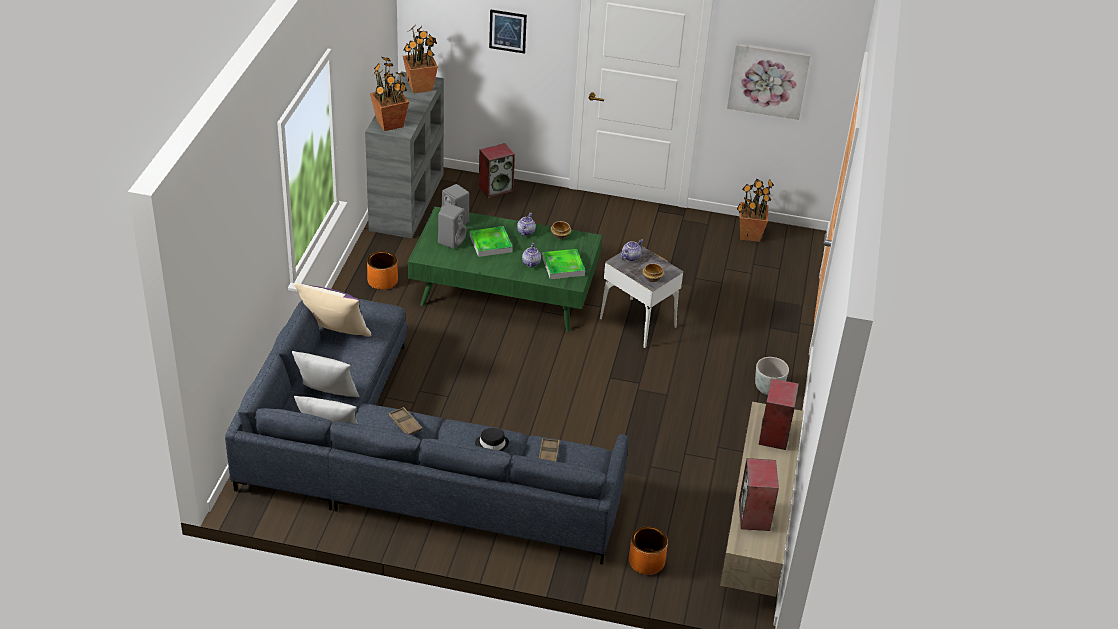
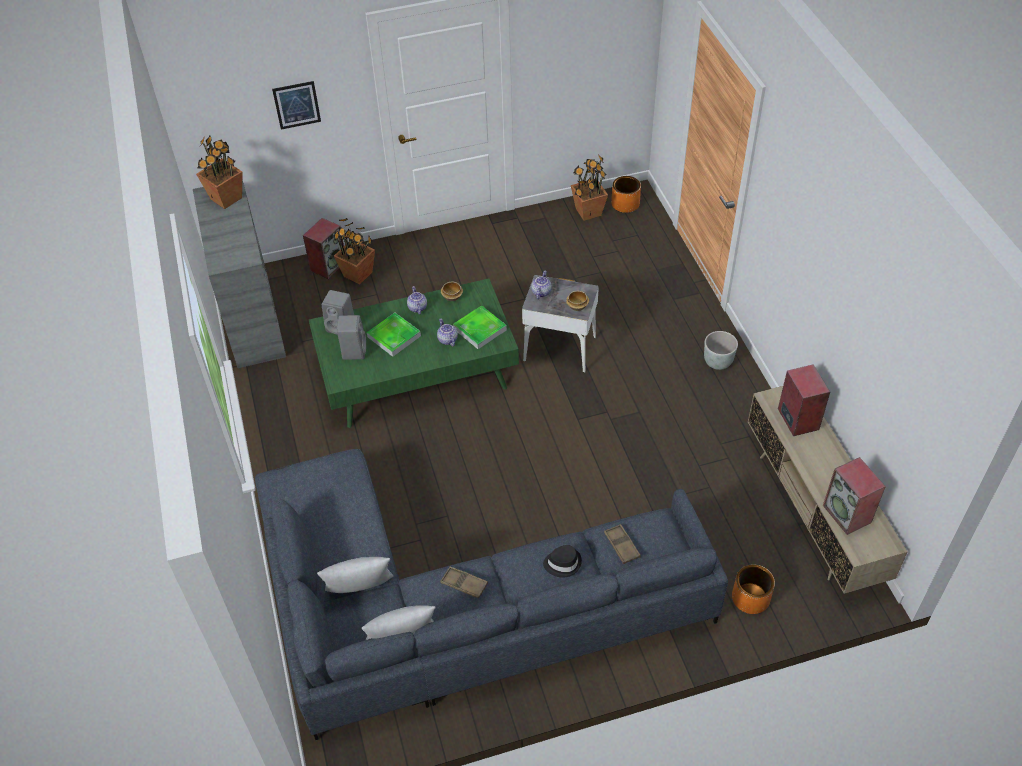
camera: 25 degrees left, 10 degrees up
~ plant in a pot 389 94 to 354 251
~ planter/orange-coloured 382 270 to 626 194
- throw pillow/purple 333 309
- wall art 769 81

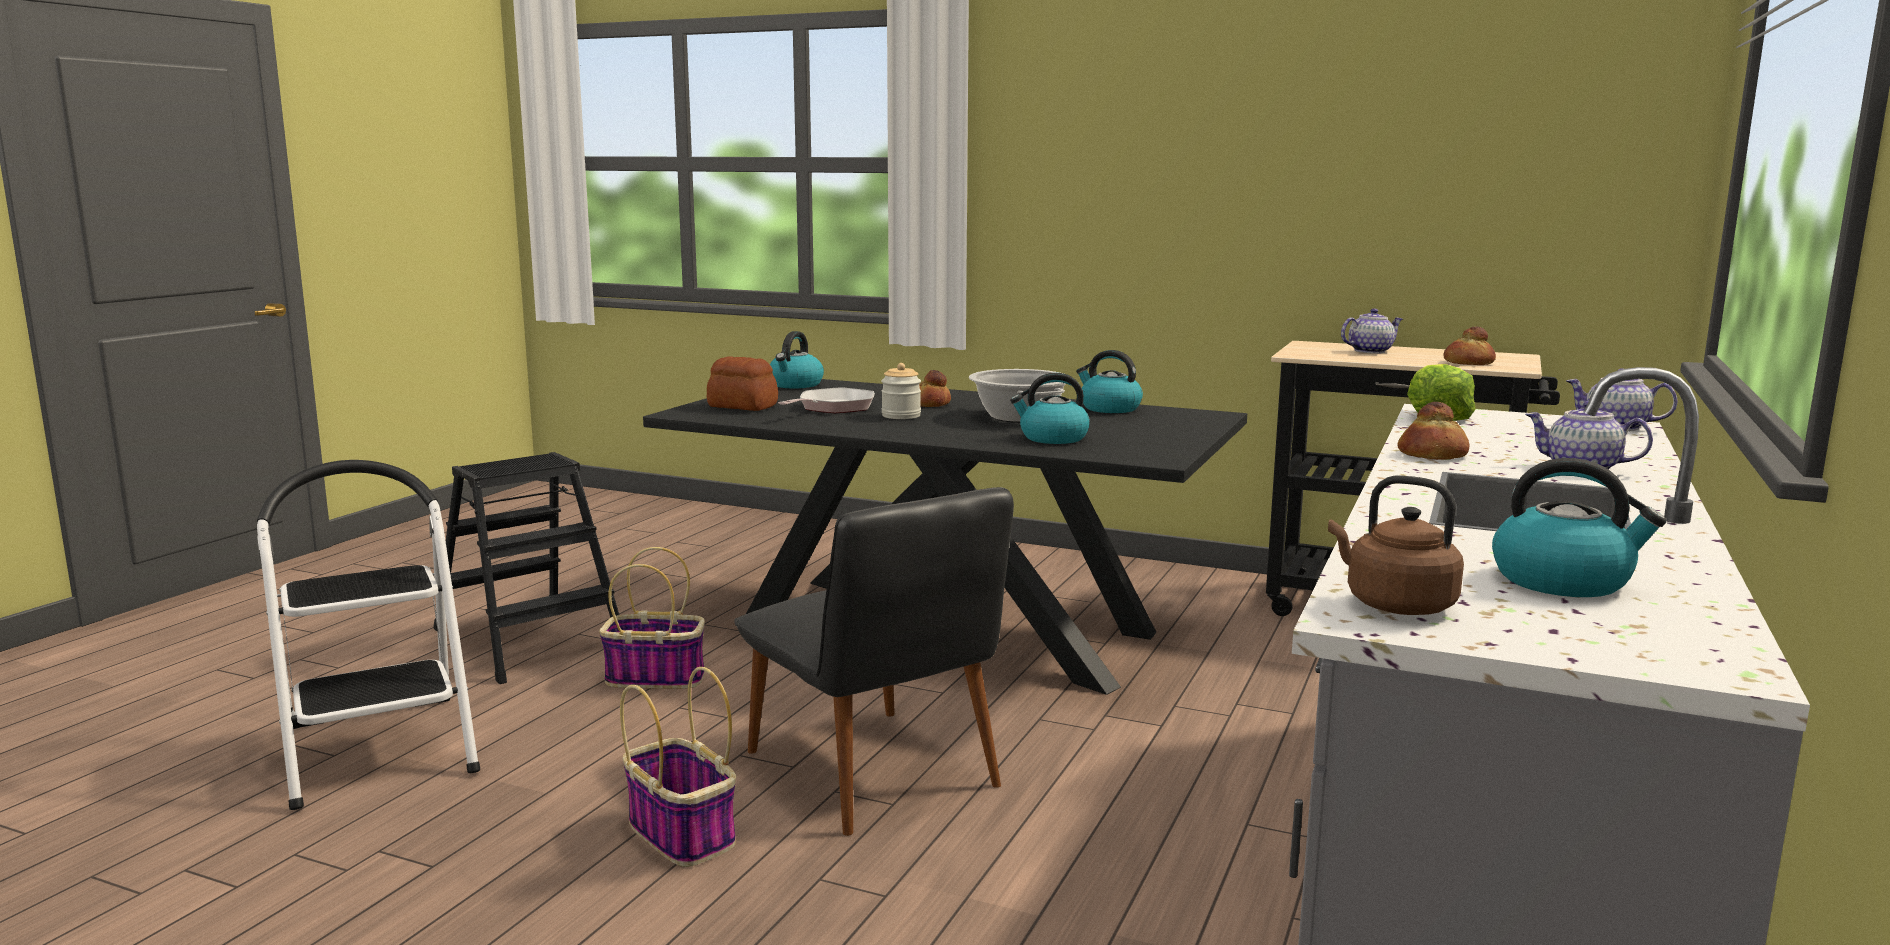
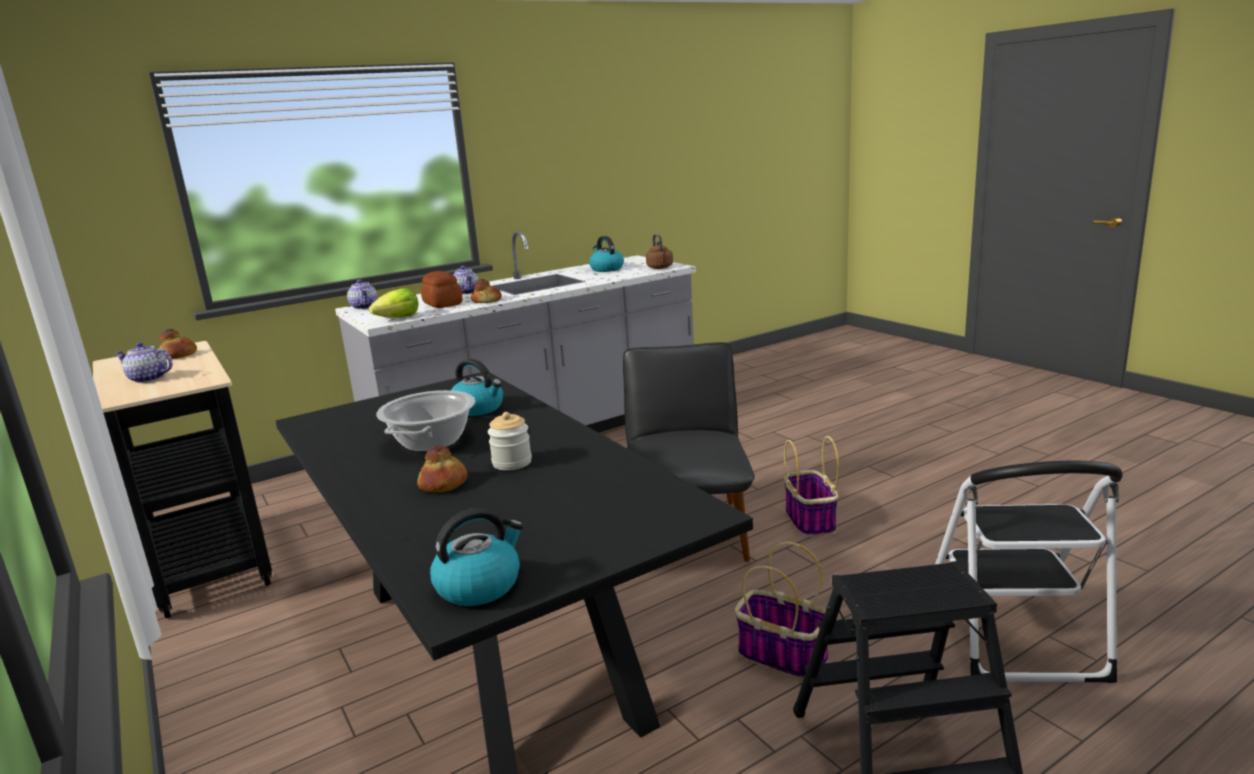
camera: 145 degrees left, 5 degrees up
~ bread 742 383 to 442 289
- pan 826 400
- tea kettle 1109 381

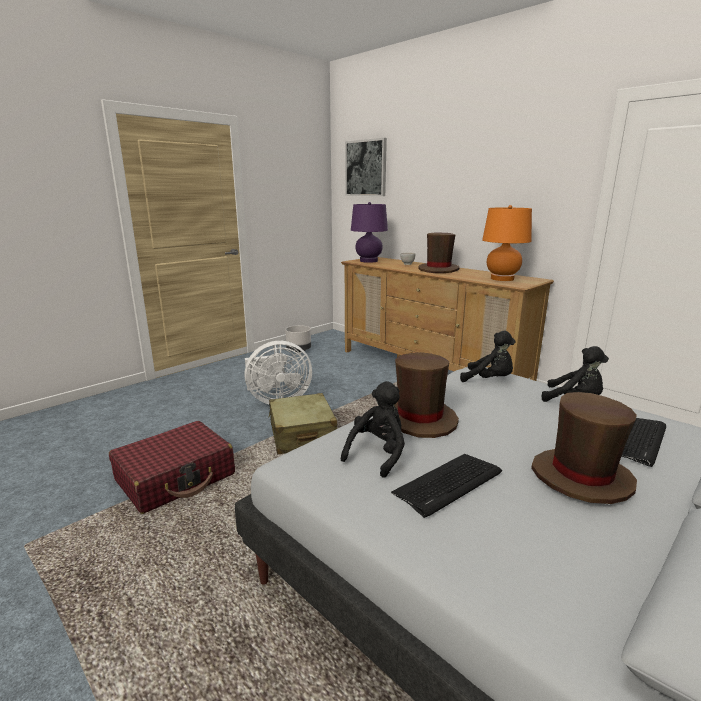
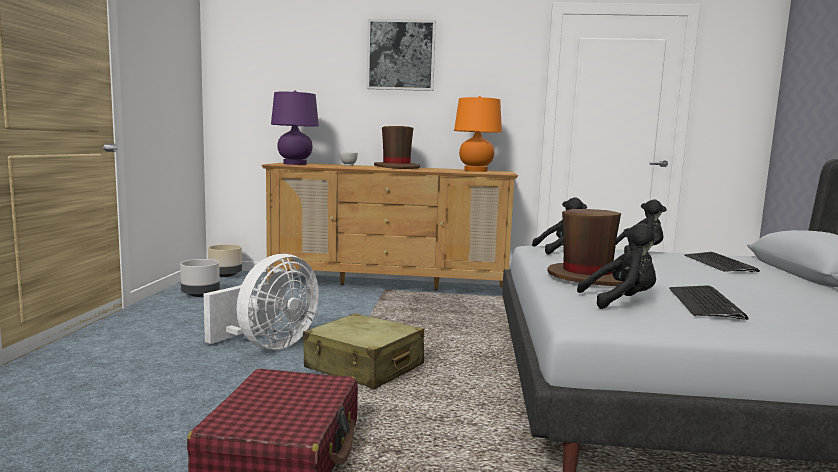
camera: 40 degrees left, 10 degrees down
+ planter/beige-coloured 225 260
~ wall art 366 167 to 401 55
~ soft toy/black 373 429 = 619 266 90 degrees clockwise
- clothing hat/brown 584 448

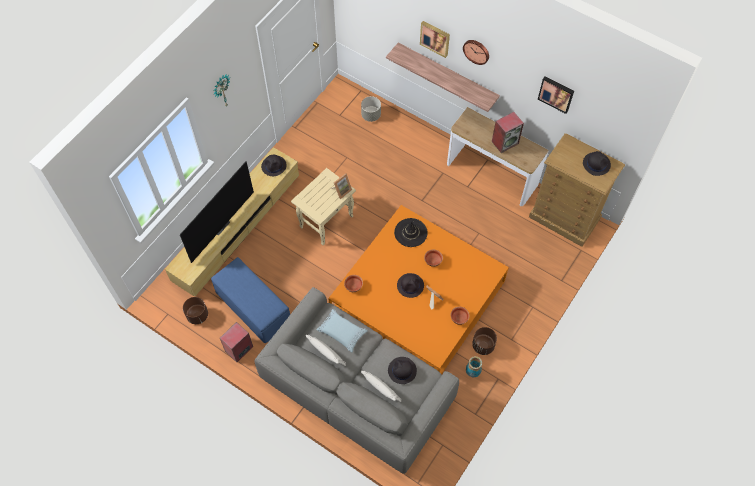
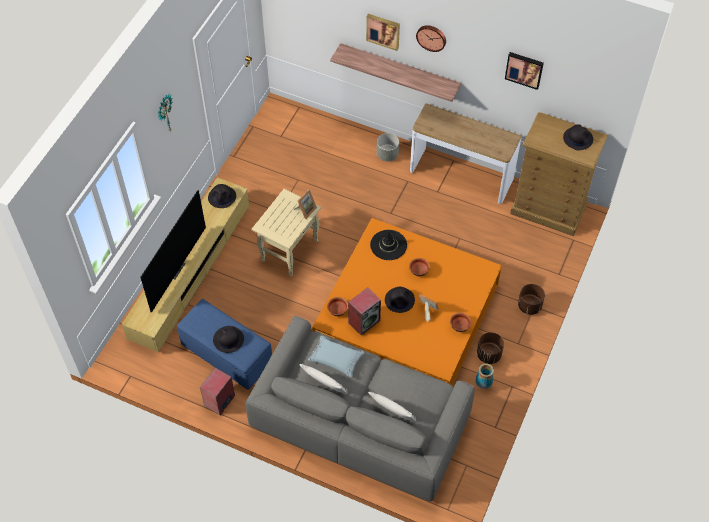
camera: 10 degrees left, 5 degrees down
~ clothing hat/black 402 370 to 228 339
~ loudspeaker 508 132 to 364 311
~ planter/gray 371 109 to 387 147
~ planter/brown 195 310 to 531 299

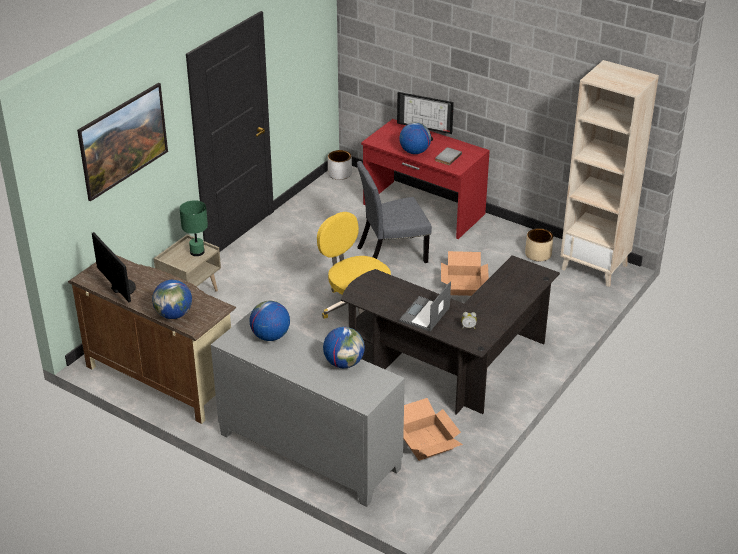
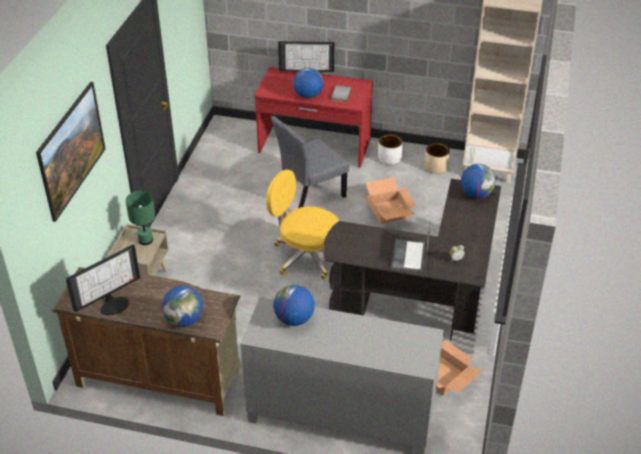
camera: 20 degrees left, 5 degrees up
~ monitor 114 267 = 103 279 105 degrees clockwise
~ planter/white-coloured 340 165 to 390 149
~ desk globe 344 347 to 478 181

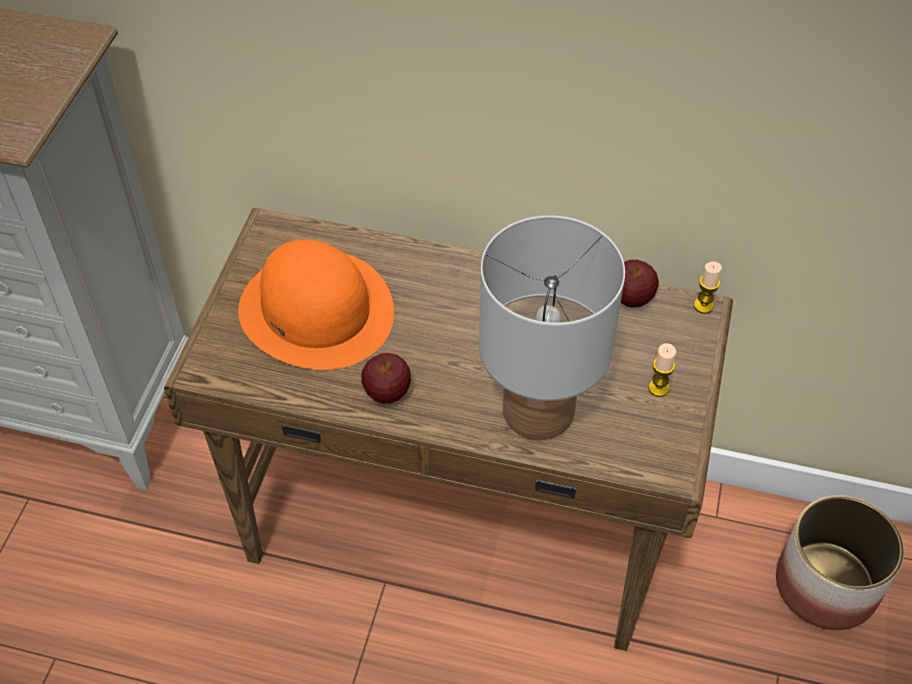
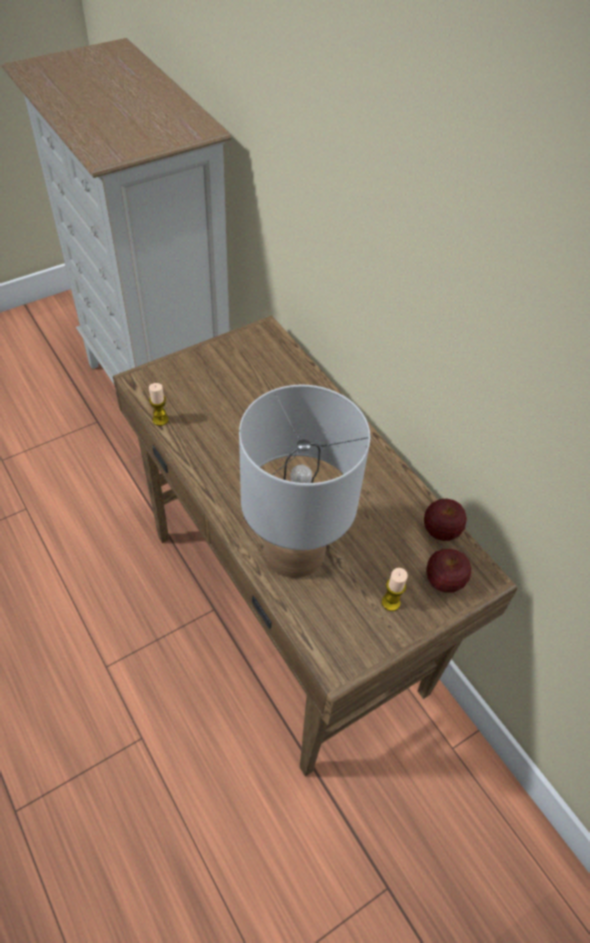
camera: 40 degrees right, 0 degrees up
~ wax light 708 288 to 159 404
~ apple fruit 386 378 to 449 571
- clothing hat/orange-coloured 316 305
- planter 840 562

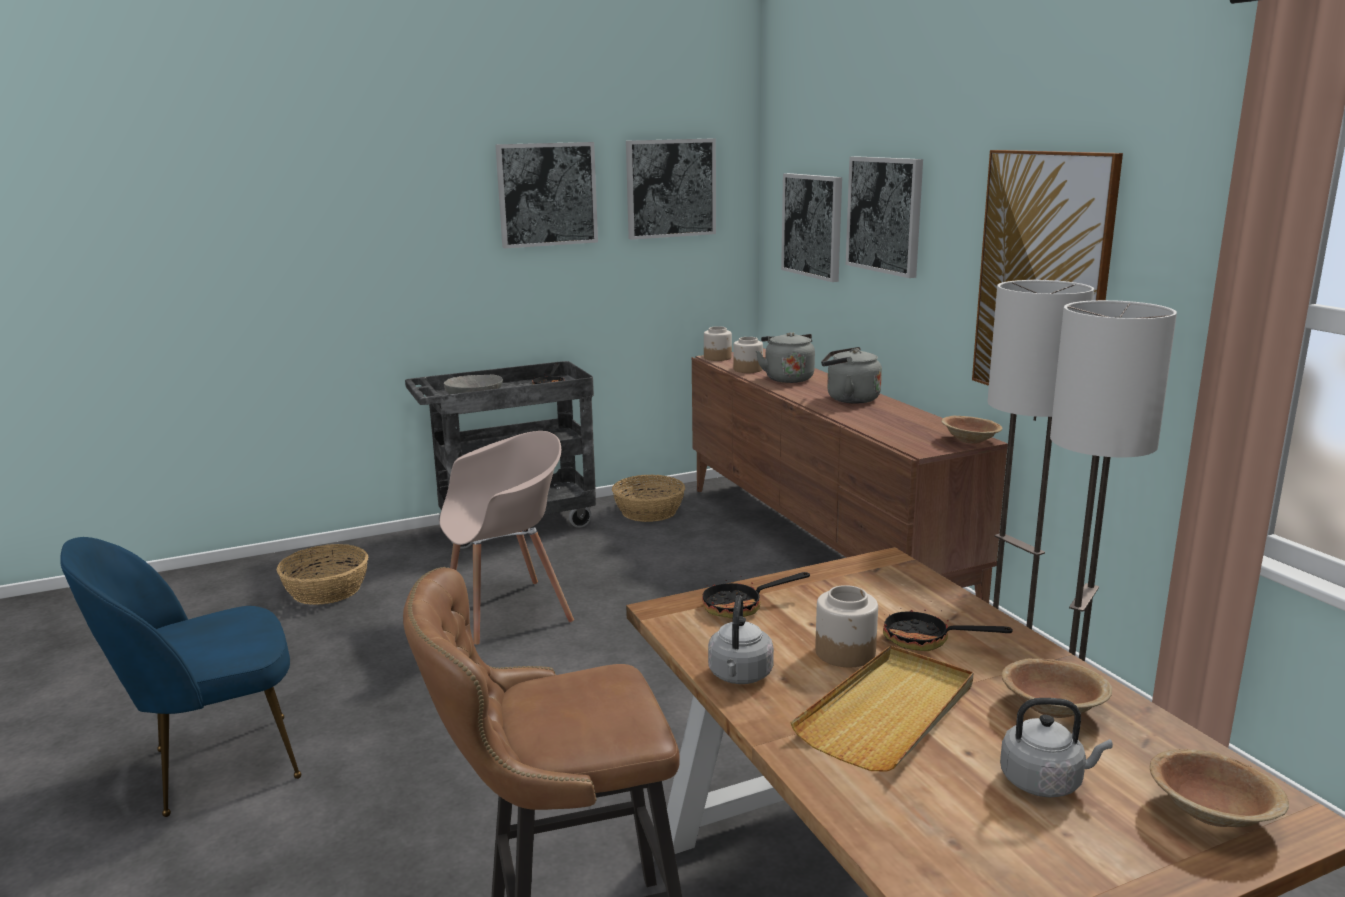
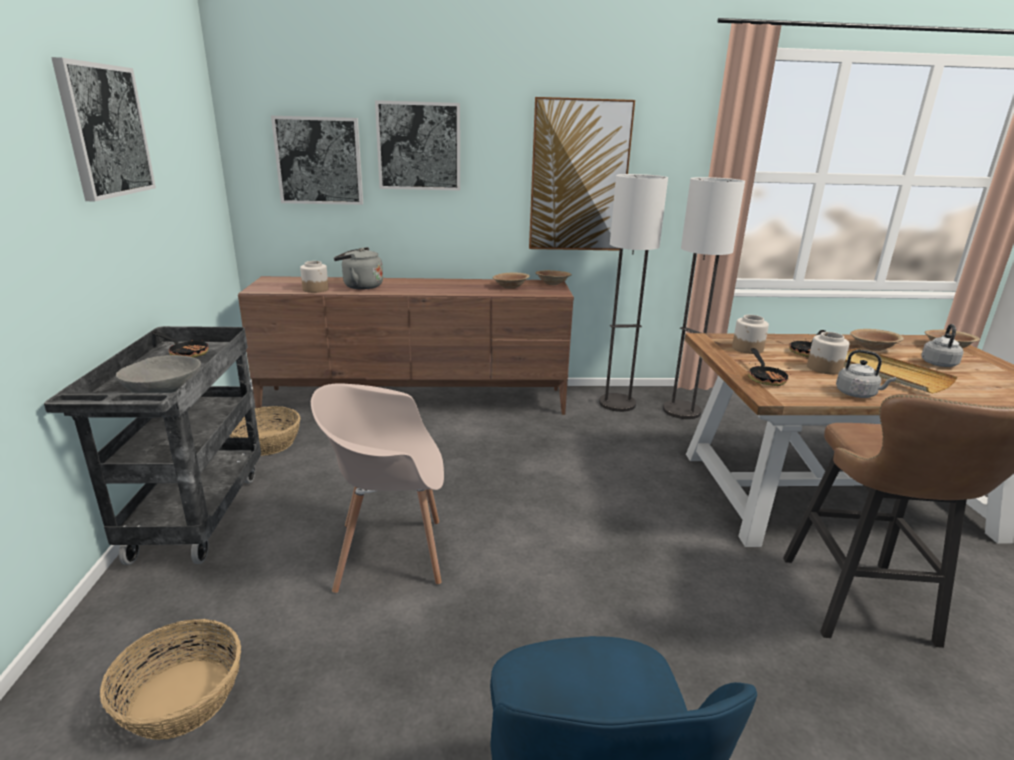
camera: 70 degrees left, 5 degrees up
~ upright chair/beige-coloured 507 538 = 377 488 90 degrees counterclockwise
+ deep dish/brown 511 280
~ preserve jar 718 343 to 750 334
- wall art 671 189
- tea kettle/gray 851 375

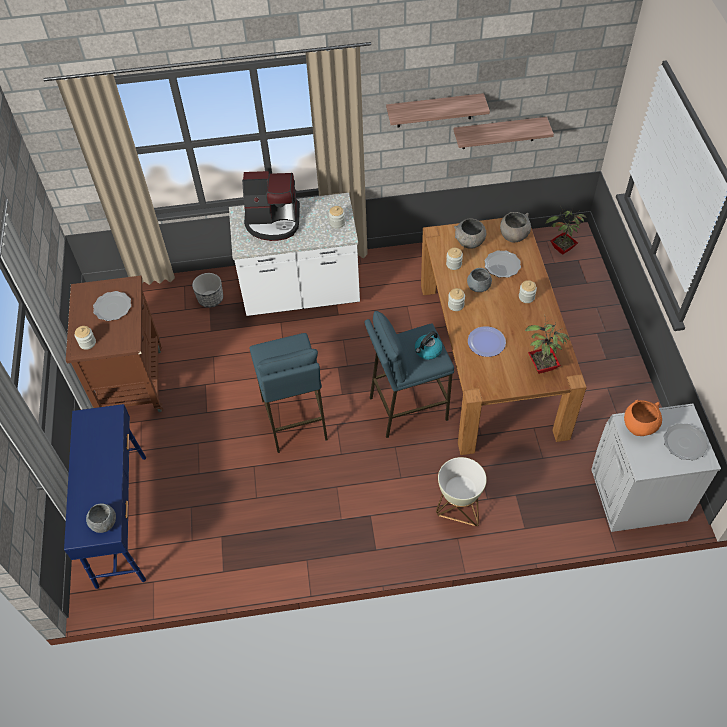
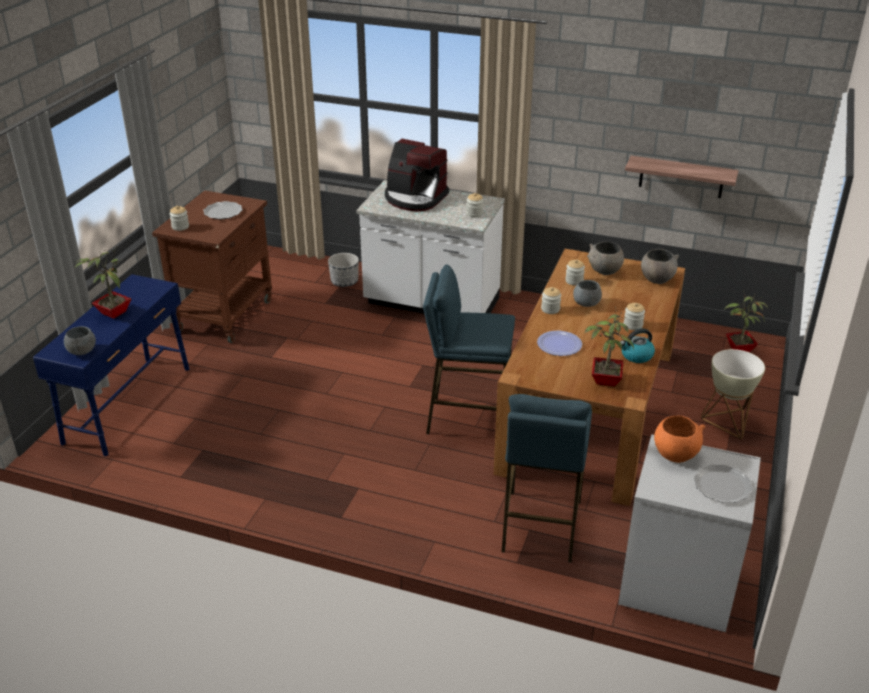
camera: 25 degrees right, 20 degrees down
+ plant in a pot 103 283
~ stool/blue 288 393 to 547 478
~ tea kettle 429 345 to 637 346
~ planter 461 491 to 733 394
- bracket shelf 438 110
- flat dish 502 264

